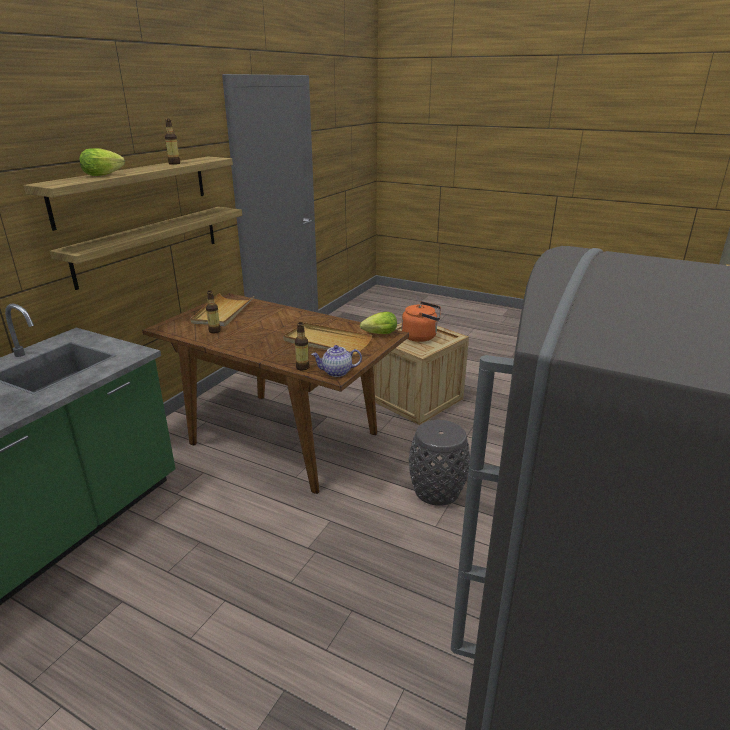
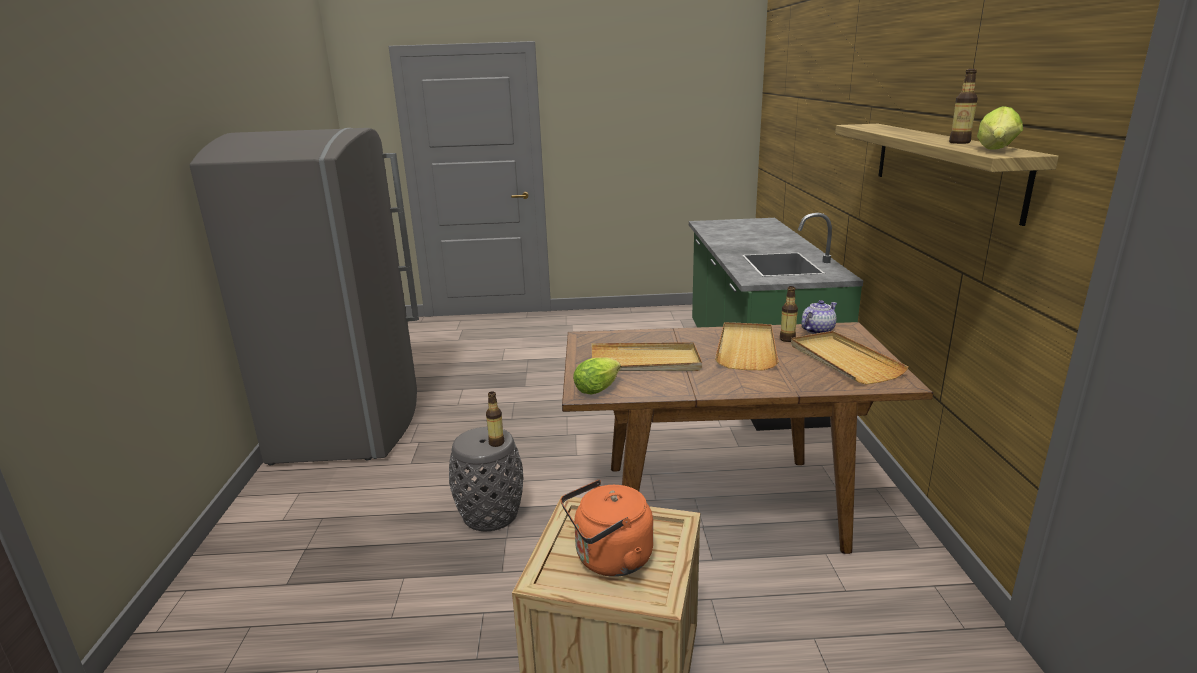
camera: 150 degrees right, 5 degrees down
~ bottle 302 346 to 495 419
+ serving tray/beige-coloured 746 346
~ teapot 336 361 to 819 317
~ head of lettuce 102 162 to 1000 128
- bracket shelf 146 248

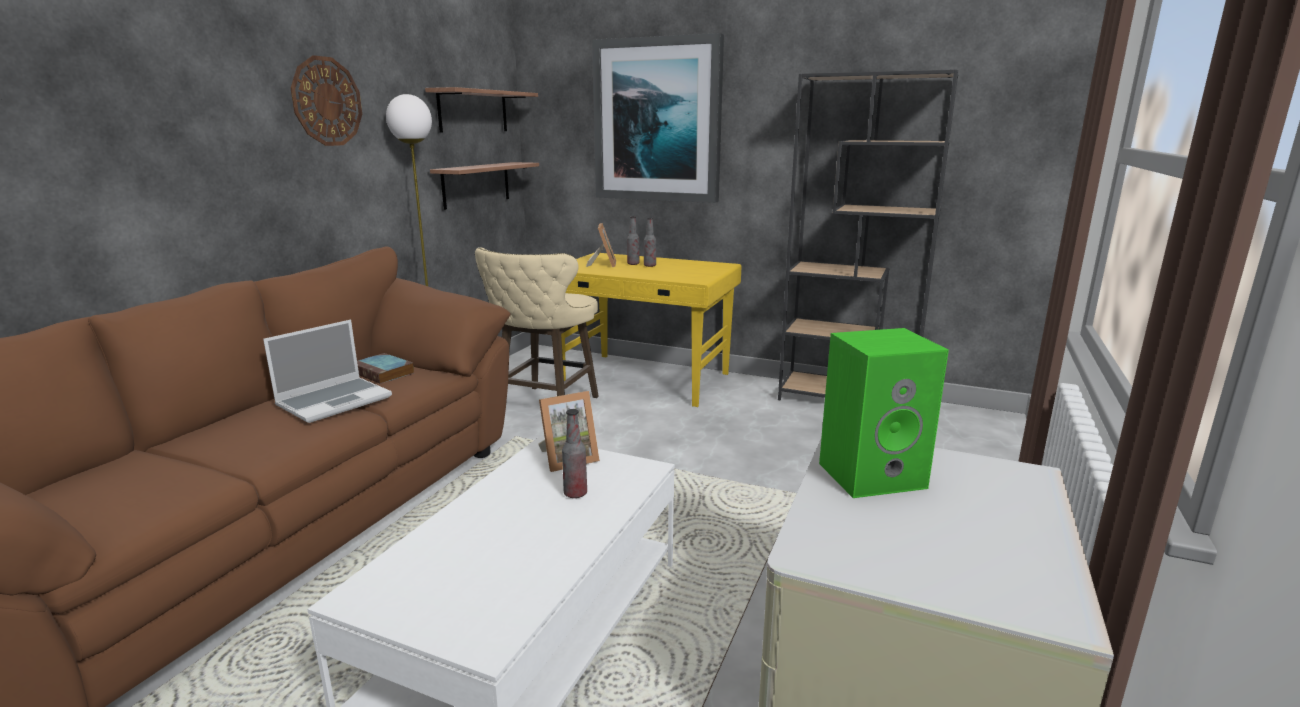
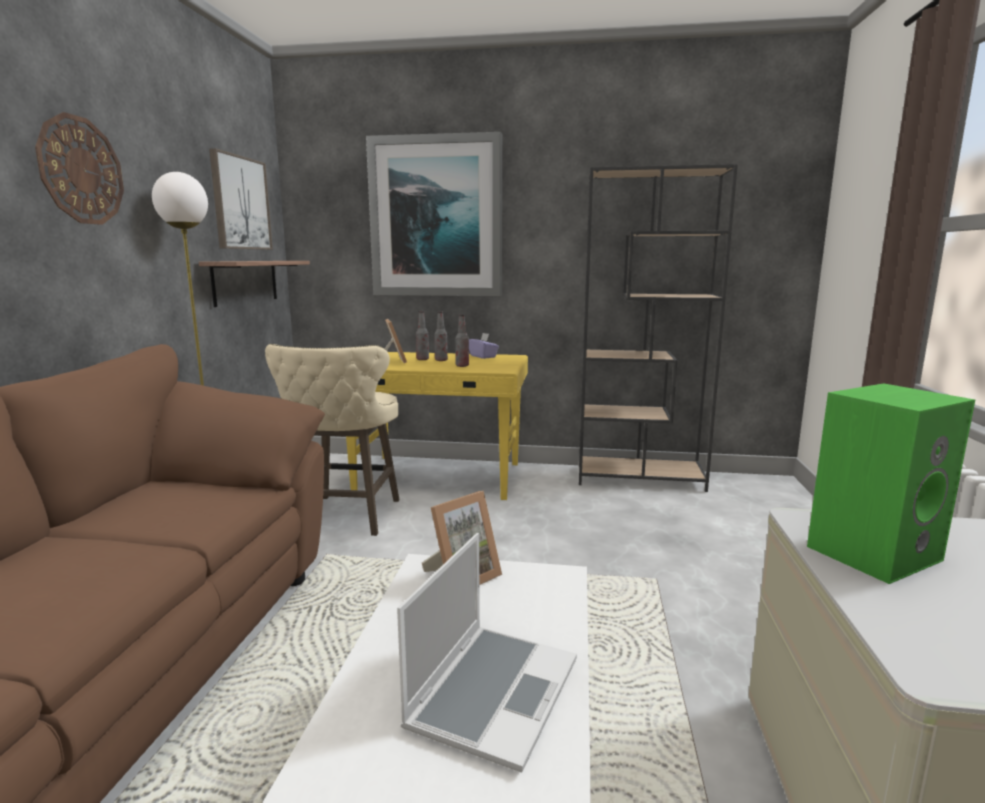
camera: 15 degrees left, 5 degrees down
~ bracket shelf 481 109 to wall art 241 199
~ notebook computer 327 371 to 487 653
~ bottle 574 453 to 462 340
+ tissue box/purple 484 346
- book 385 368

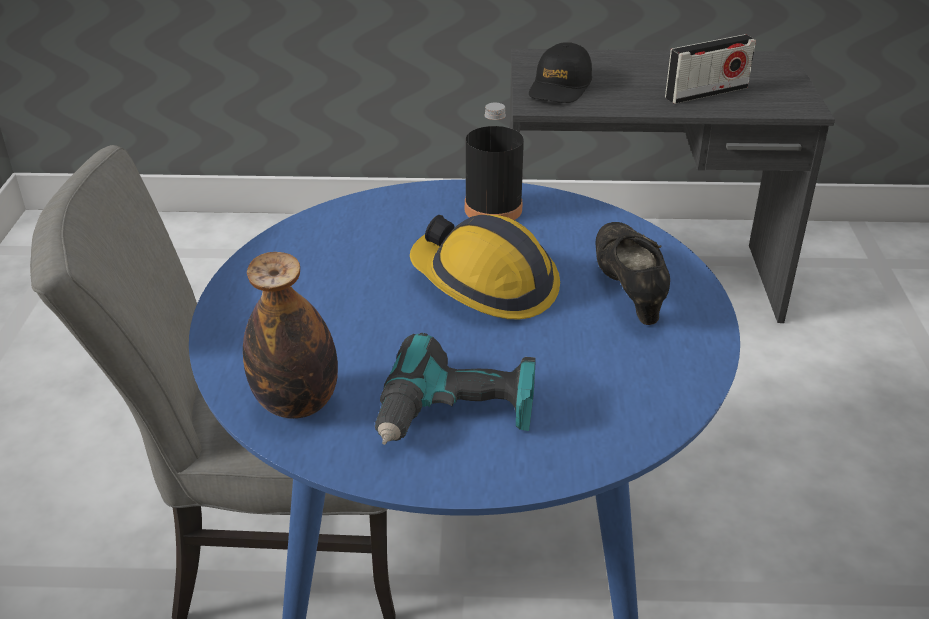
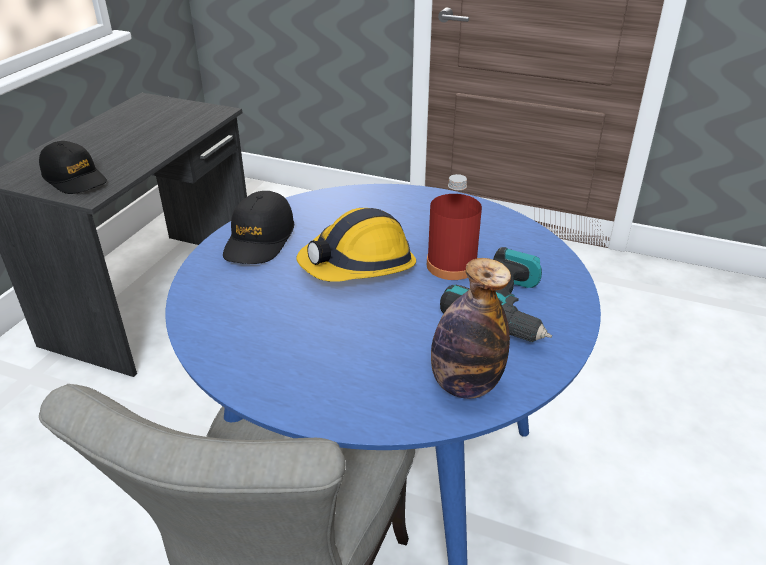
camera: 70 degrees left, 0 degrees up
~ bottle/black 494 161 to peaked cap/black 258 227
+ bottle/red 454 227
- item of footwear/black 632 273
- radio set 710 69

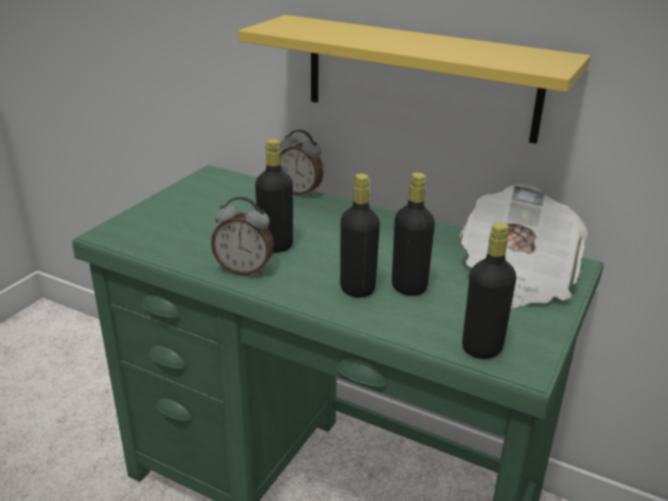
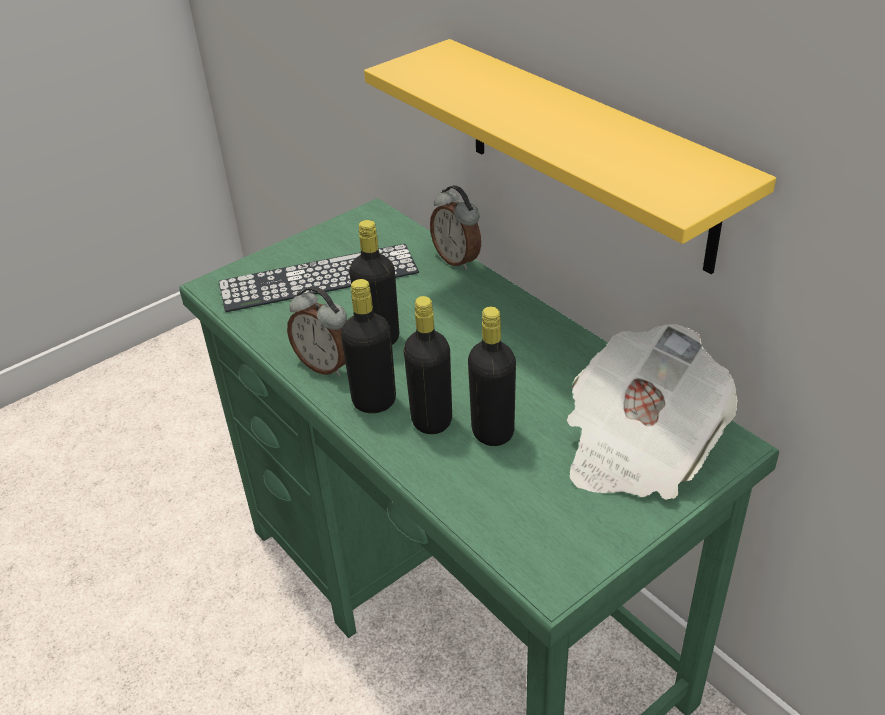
camera: 25 degrees right, 10 degrees up
+ computer keyboard 319 278
~ bottle/black 489 290 to 368 346

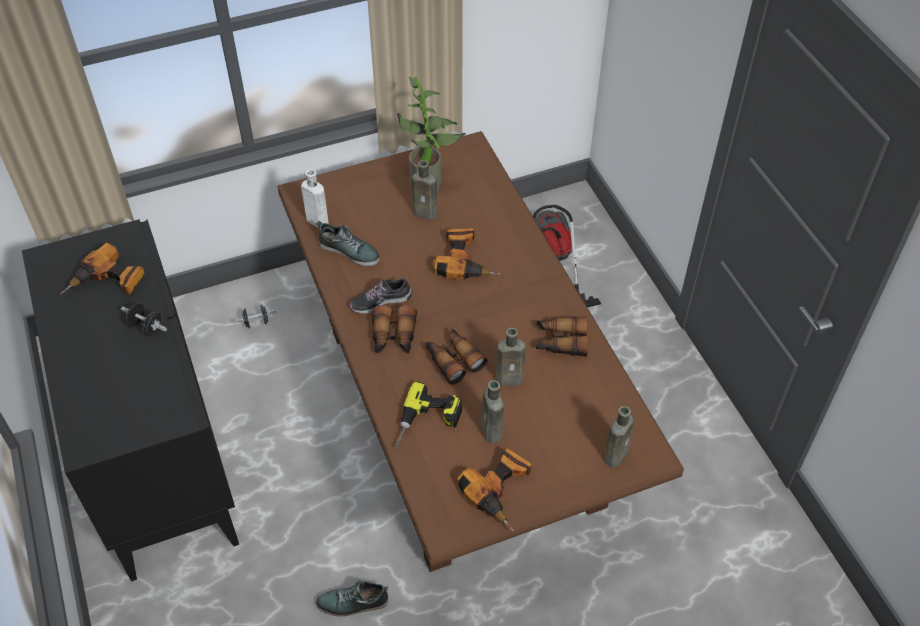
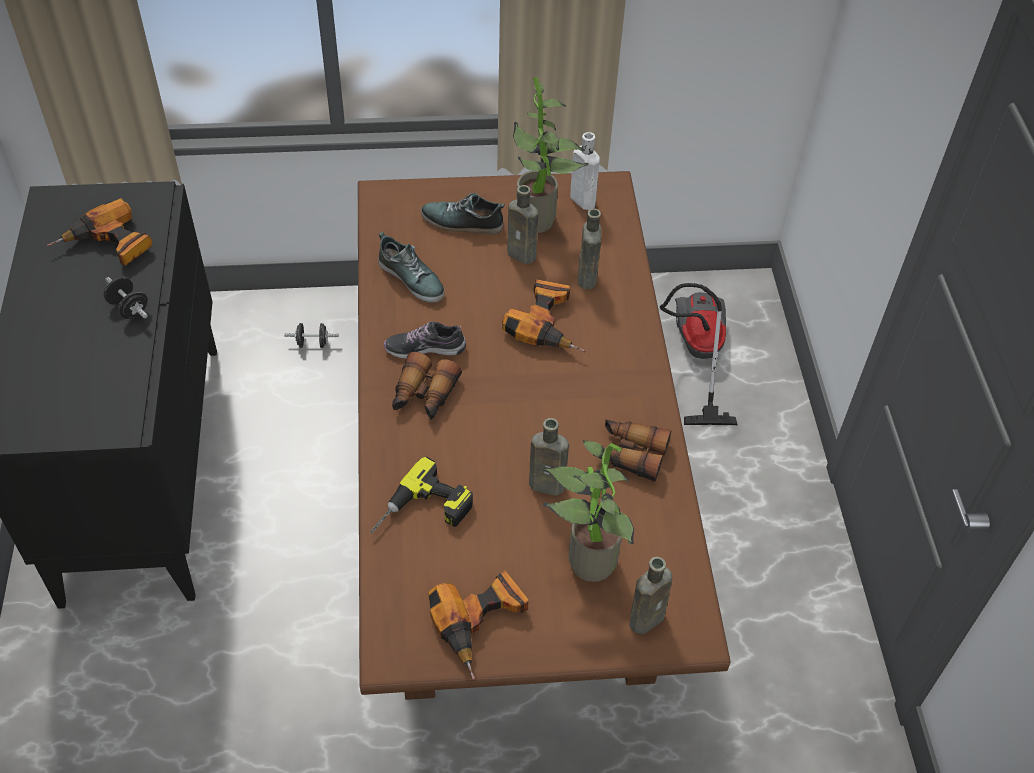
camera: 15 degrees right, 0 degrees up
~ item of footwear 352 598 to 463 213
+ plant in a pot 588 511
~ bottle/white-coloured 315 198 to 585 171
~ bottle/brown 492 411 to 589 248
- field glasses 456 357

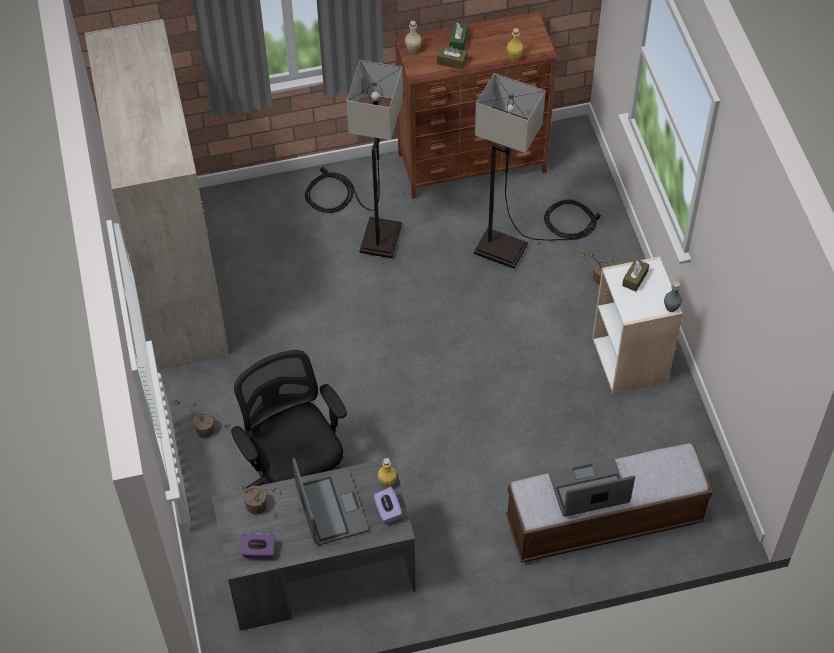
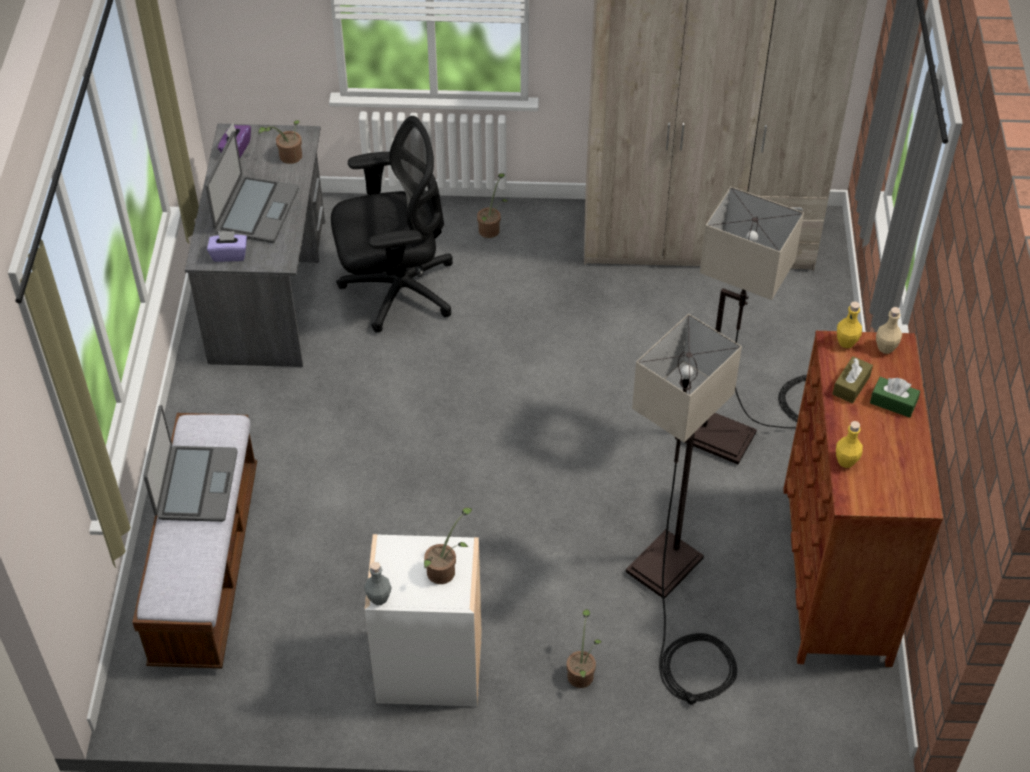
camera: 105 degrees right, 5 degrees down
~ notebook computer 330 501 = 252 187 75 degrees counterclockwise
~ tissue box/brown 635 275 to plant in a pot 448 546
~ bottle/yellow 387 472 to 849 324

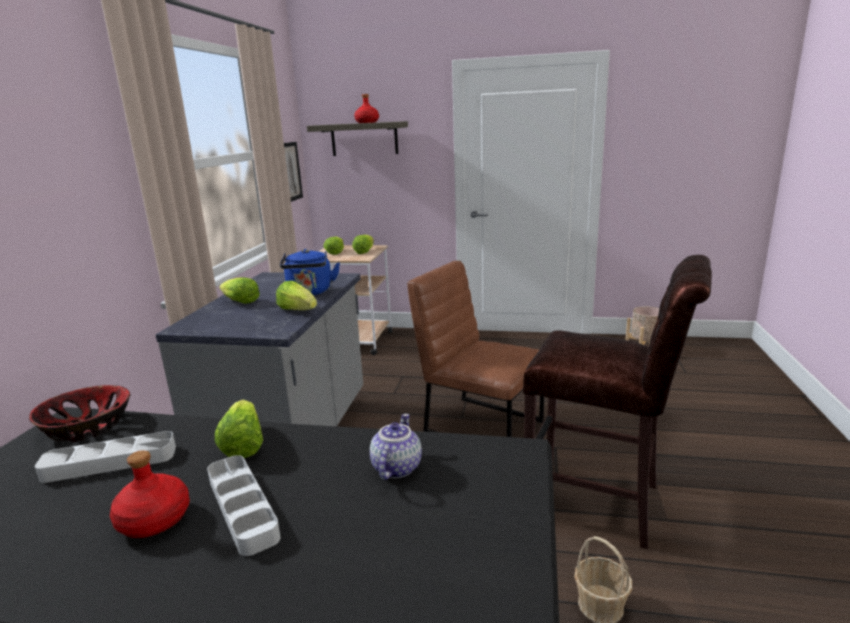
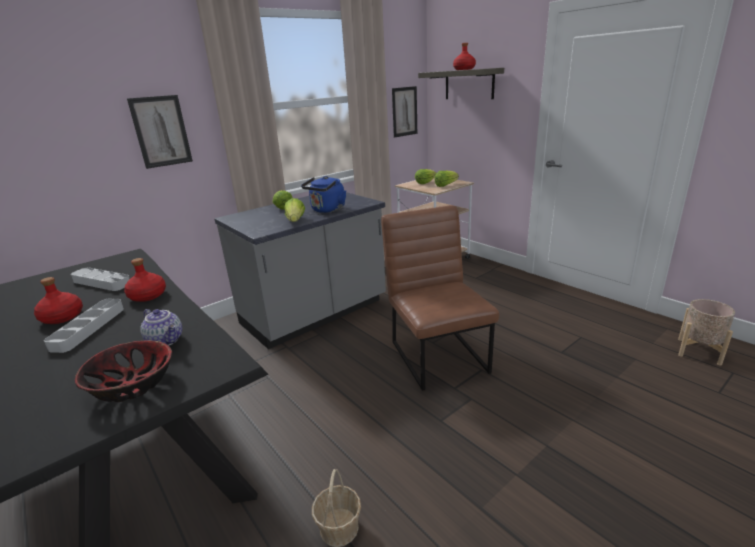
camera: 40 degrees right, 5 degrees up
~ deep dish 80 413 to 124 371
~ head of lettuce 239 429 to bottle/red 145 280
+ wall art 160 132
~ teapot 396 447 = 161 327 75 degrees clockwise
- stool/brown 617 402

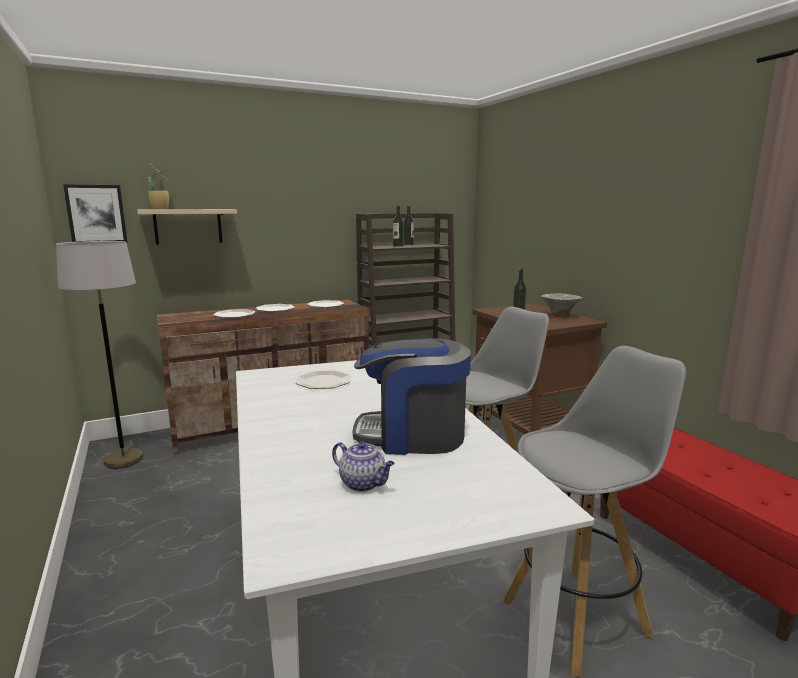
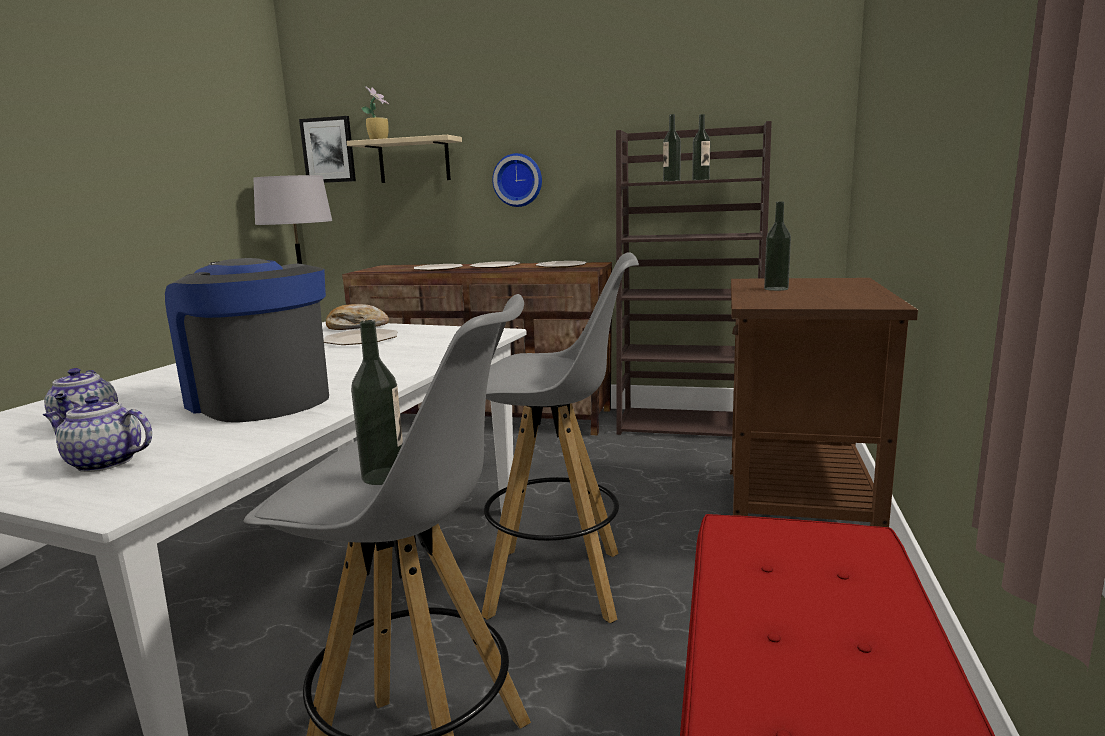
camera: 40 degrees right, 0 degrees up
+ teapot 97 434
+ bread 357 317
+ bottle 377 402
+ wall clock 517 180
- deep dish 562 305

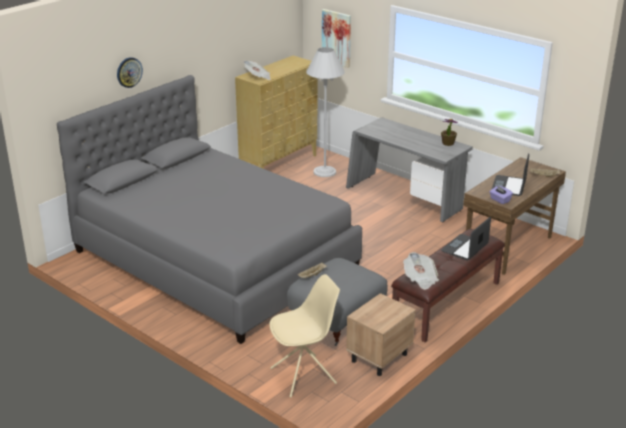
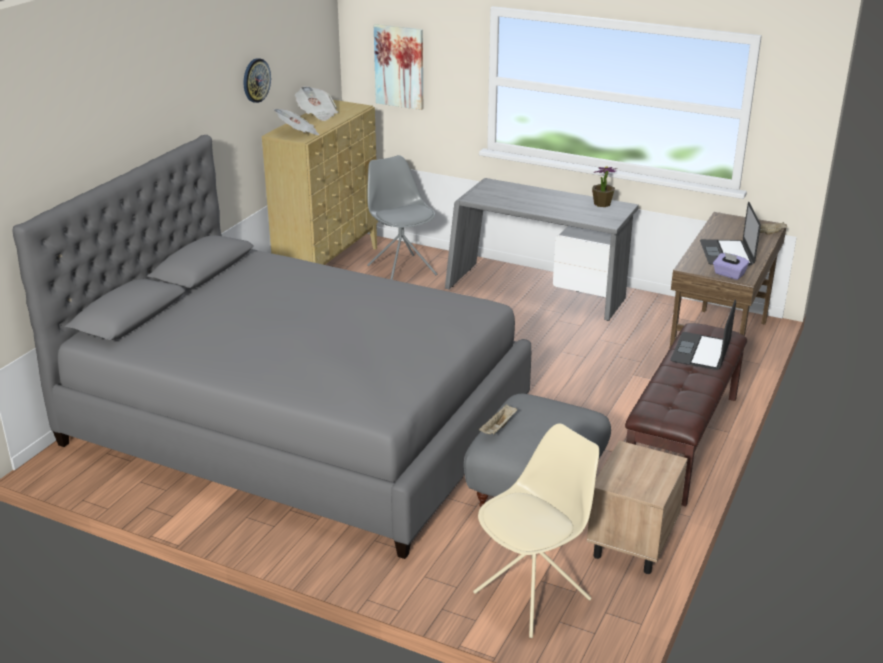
camera: 15 degrees left, 0 degrees up
~ wall clock 130 72 to 257 80
~ daily paper 421 271 to 316 103
~ floor lamp/white-coloured 325 112 to upright chair/gray 402 217

